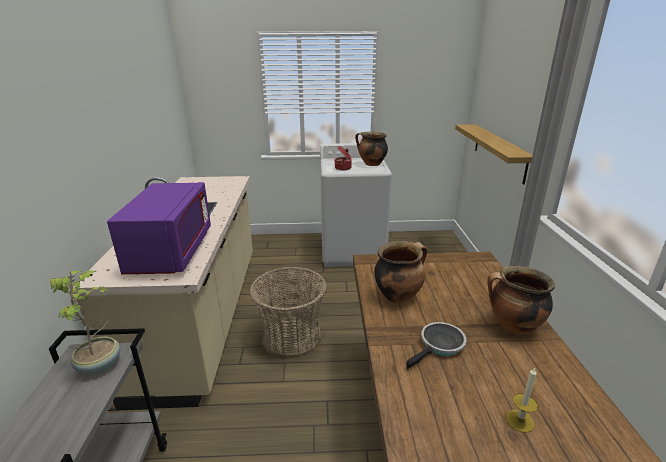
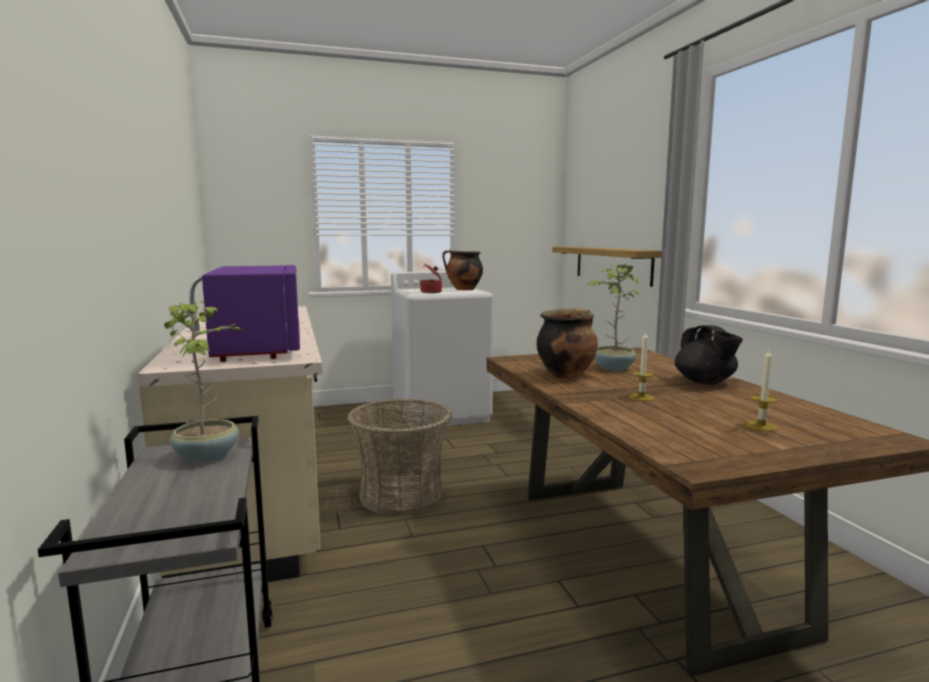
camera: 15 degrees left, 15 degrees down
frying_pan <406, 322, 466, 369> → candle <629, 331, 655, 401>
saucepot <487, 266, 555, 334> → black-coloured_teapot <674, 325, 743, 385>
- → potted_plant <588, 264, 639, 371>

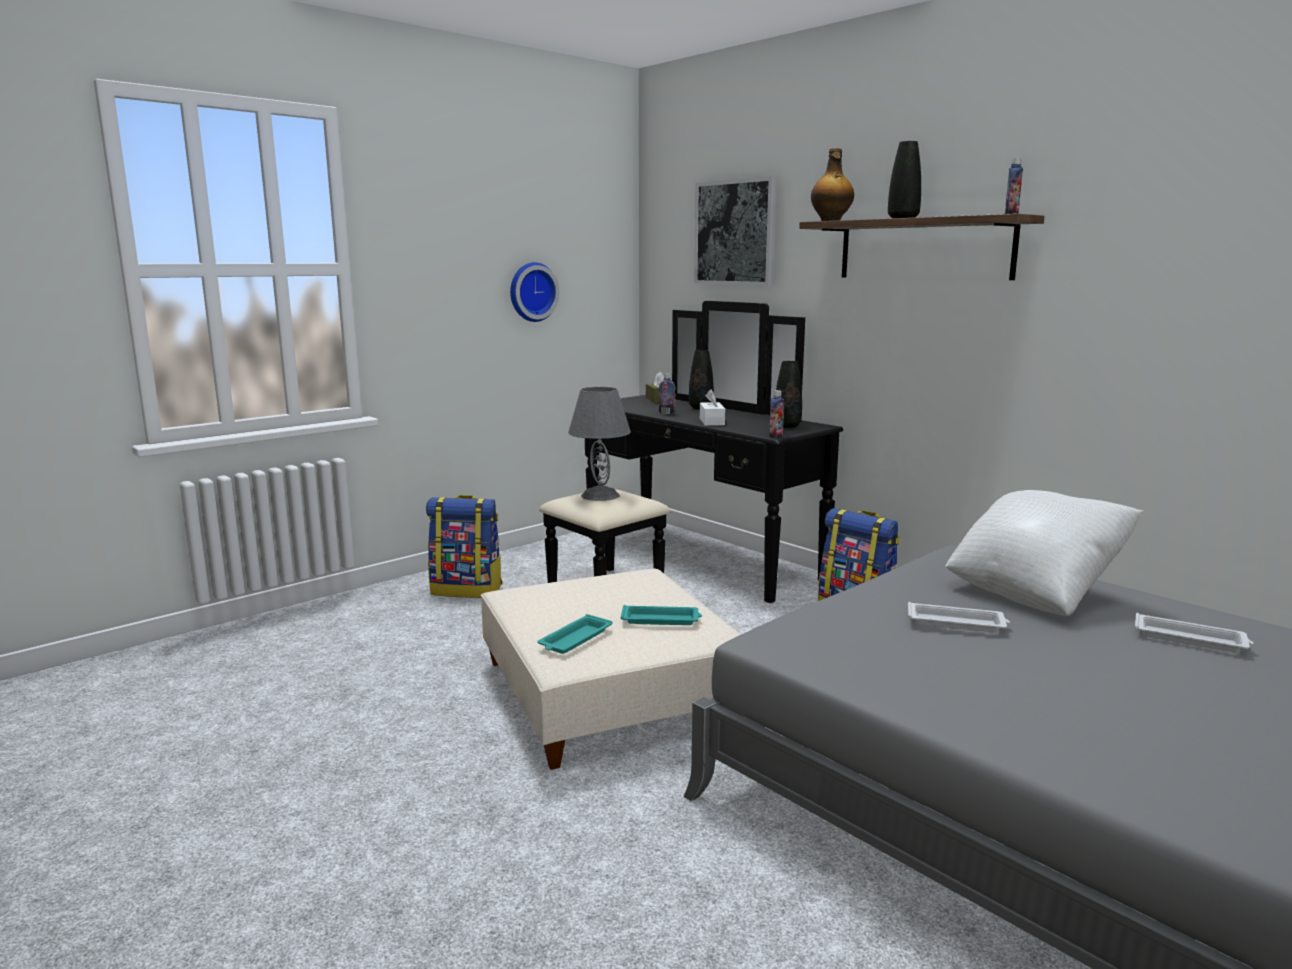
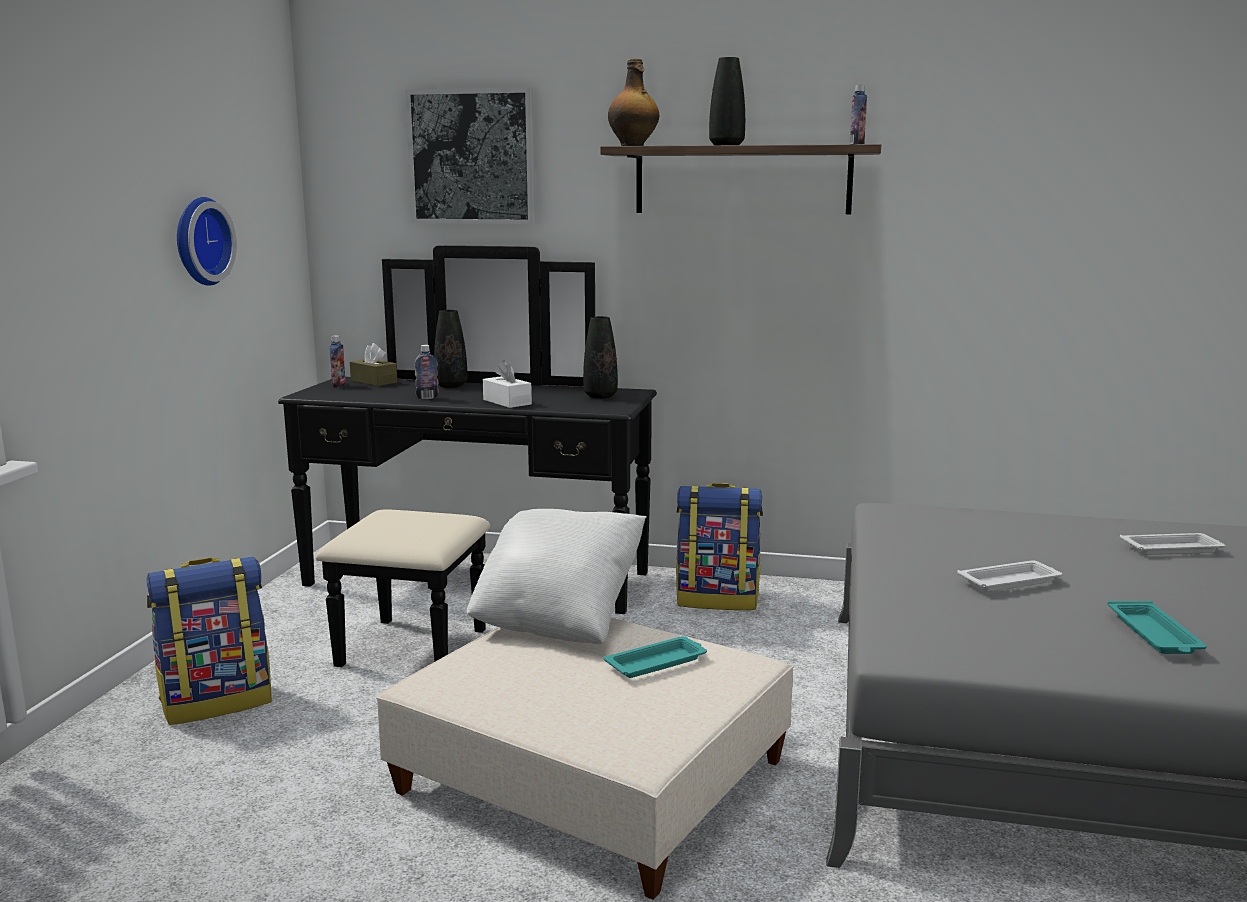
camera: 35 degrees left, 0 degrees up
blue-green_carrying_tray <537, 614, 613, 654> → blue-green_carrying_tray <1108, 601, 1207, 654>, shifted
greyish_tabletop_lamp <568, 387, 631, 501> → -
bottle <769, 390, 784, 437> → bottle <329, 336, 346, 387>, shifted
whitish_cushion <946, 490, 1143, 616> → whitish_cushion <466, 509, 647, 644>, shifted

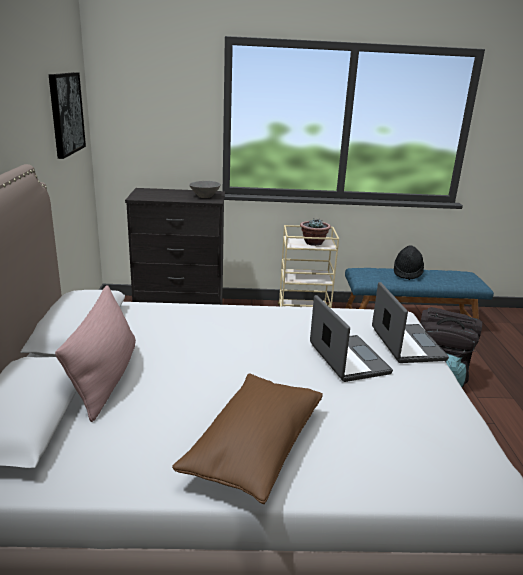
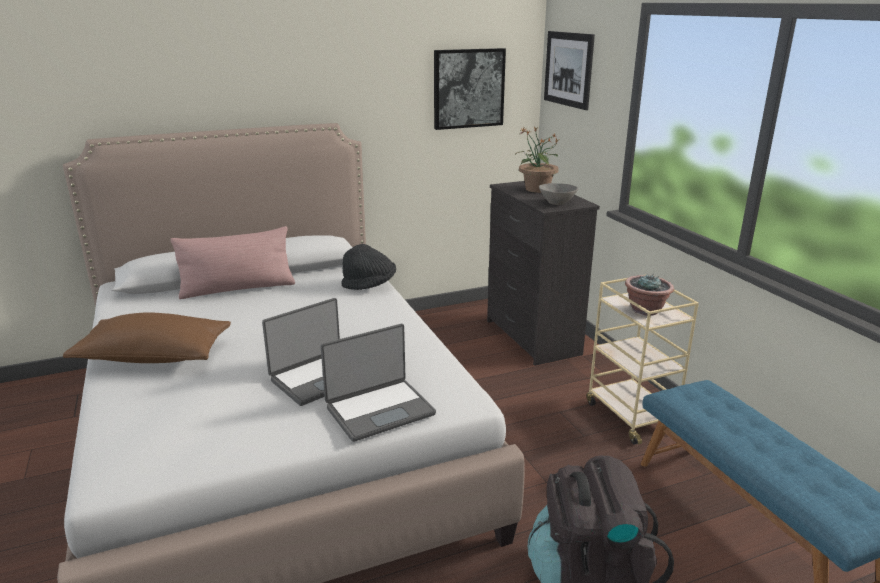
camera: 70 degrees right, 0 degrees up
black-coloured_wearable_hat <394, 245, 424, 280> → black-coloured_wearable_hat <341, 244, 396, 290>, shifted
- → potted_plant <516, 126, 560, 193>
- → picture <544, 31, 595, 110>

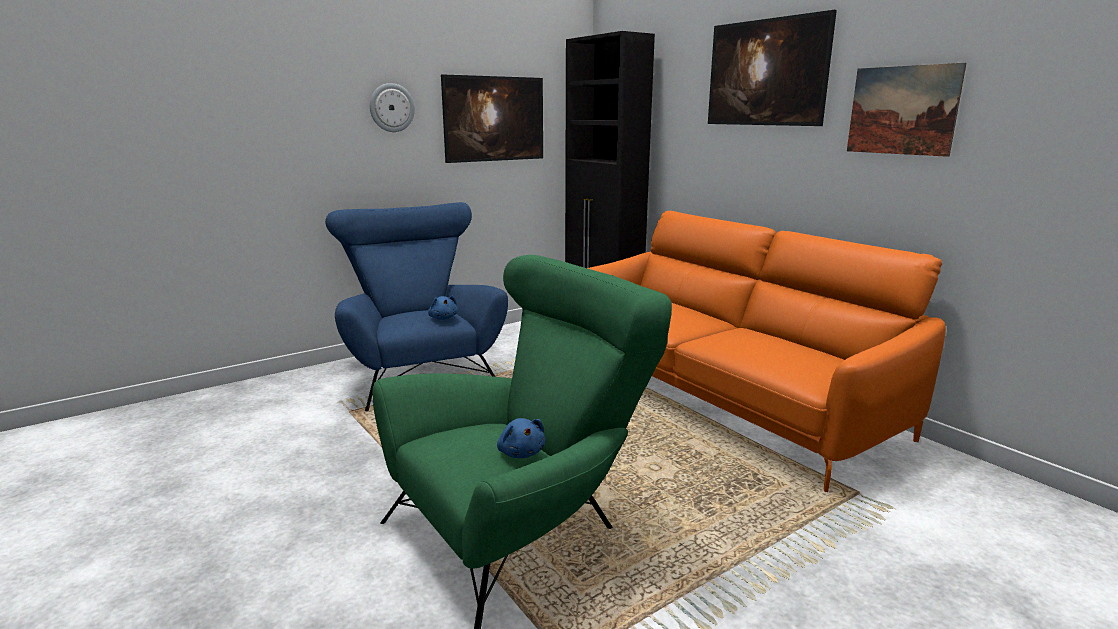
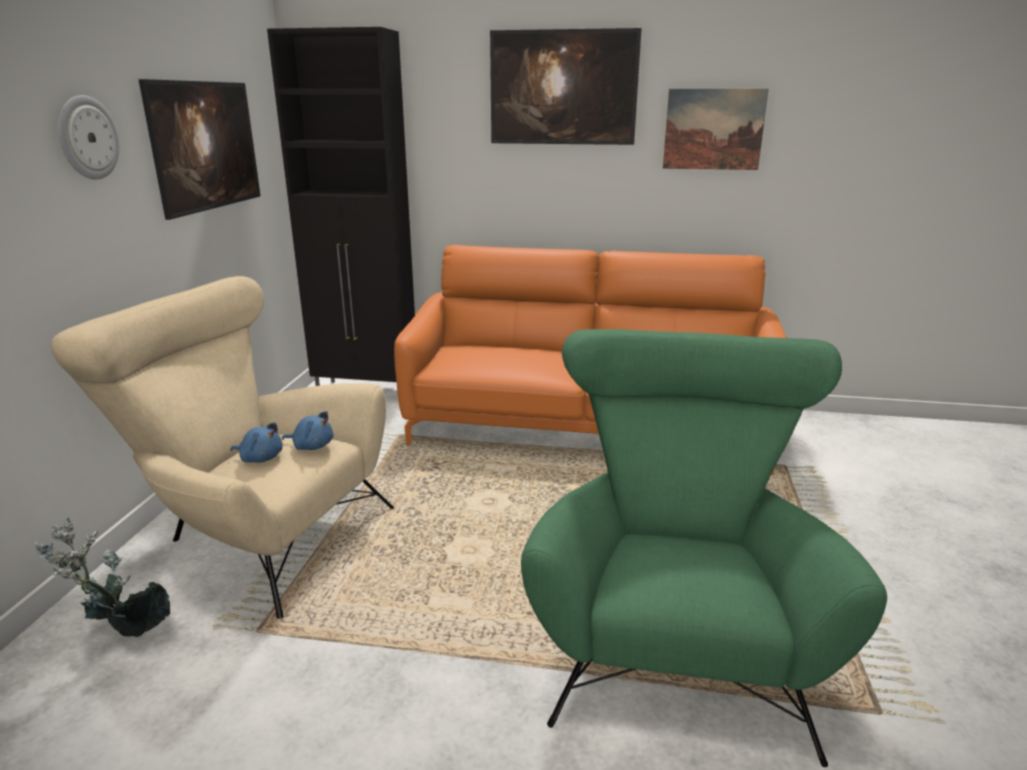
camera: 45 degrees left, 5 degrees up
blue_armchair <325, 202, 508, 411> → beige-coloured_armchair <51, 276, 394, 619>
blue_plush_toy <497, 418, 545, 458> → blue_plush_toy <231, 422, 283, 463>, shifted
- → potted_plant <34, 518, 170, 637>

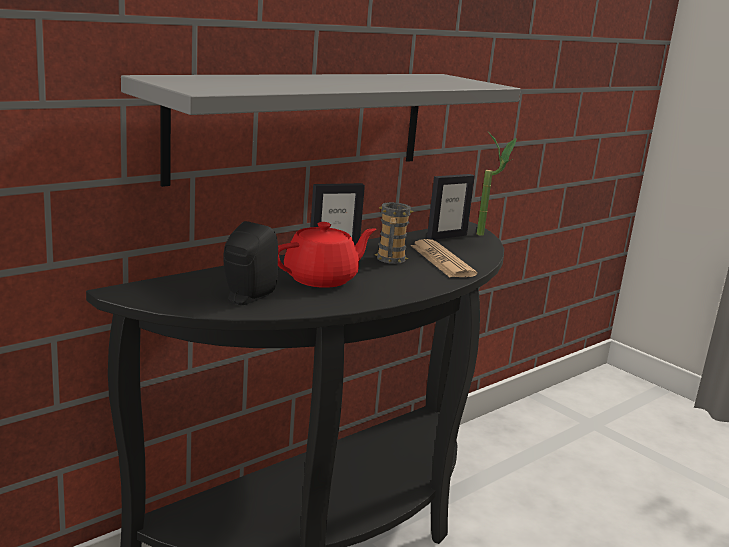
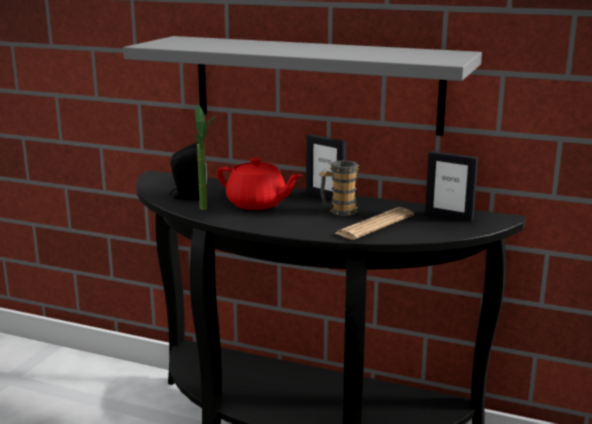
camera: 65 degrees right, 0 degrees up
potted_plant <477, 132, 517, 236> → potted_plant <195, 104, 215, 210>, shifted

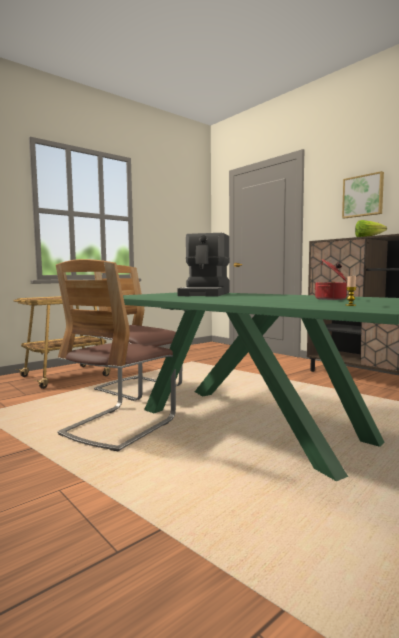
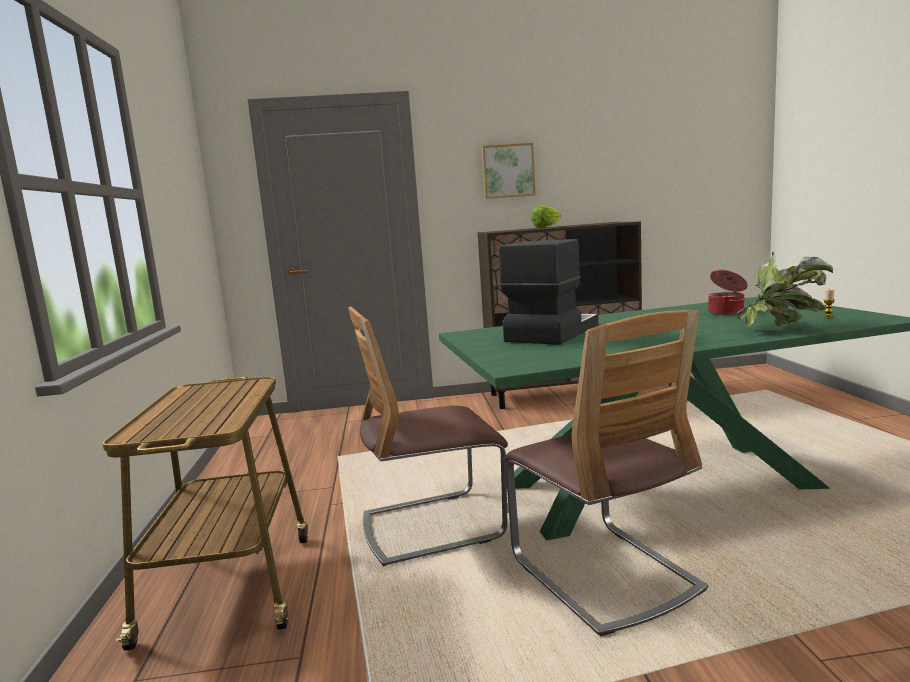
camera: 55 degrees left, 5 degrees up
coffee_machine <178, 233, 230, 296> → coffee_machine <499, 239, 598, 345>, 105 degrees counterclockwise
- → potted_plant <737, 252, 833, 327>

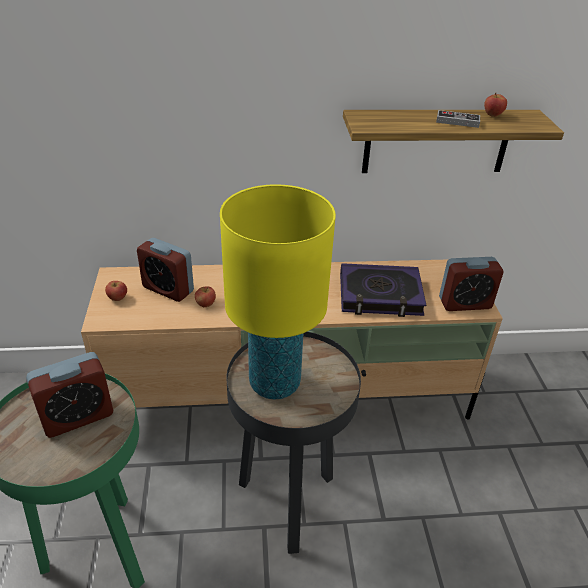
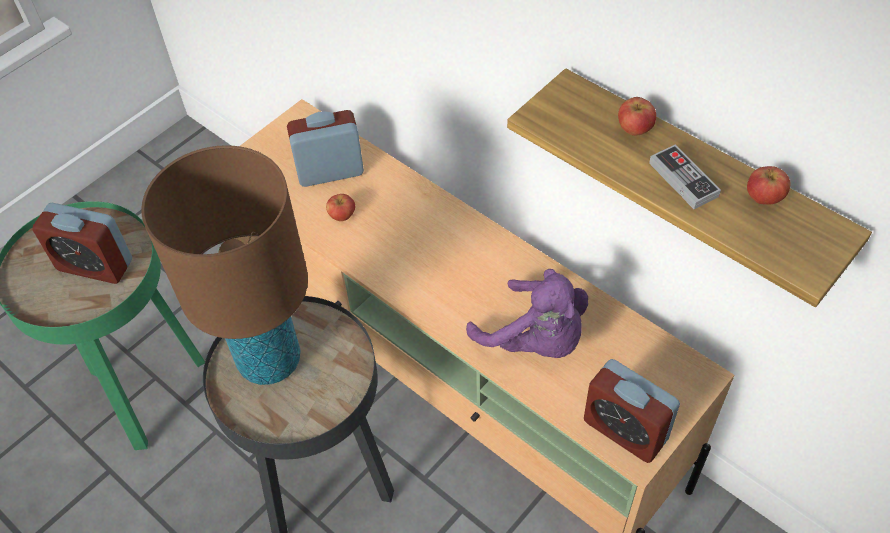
camera: 50 degrees right, 15 degrees up
whole_apple <105, 281, 127, 301> → whole_apple <618, 97, 656, 136>, shifted
table_clock <137, 238, 194, 302> → table_clock <287, 110, 364, 187>, 90 degrees clockwise
yellow_tabletop_lamp <220, 184, 336, 400> → brown-coloured_tabletop_lamp <141, 145, 308, 385>
book <340, 263, 426, 317> → purple-coloured_plush_toy <466, 269, 588, 358>

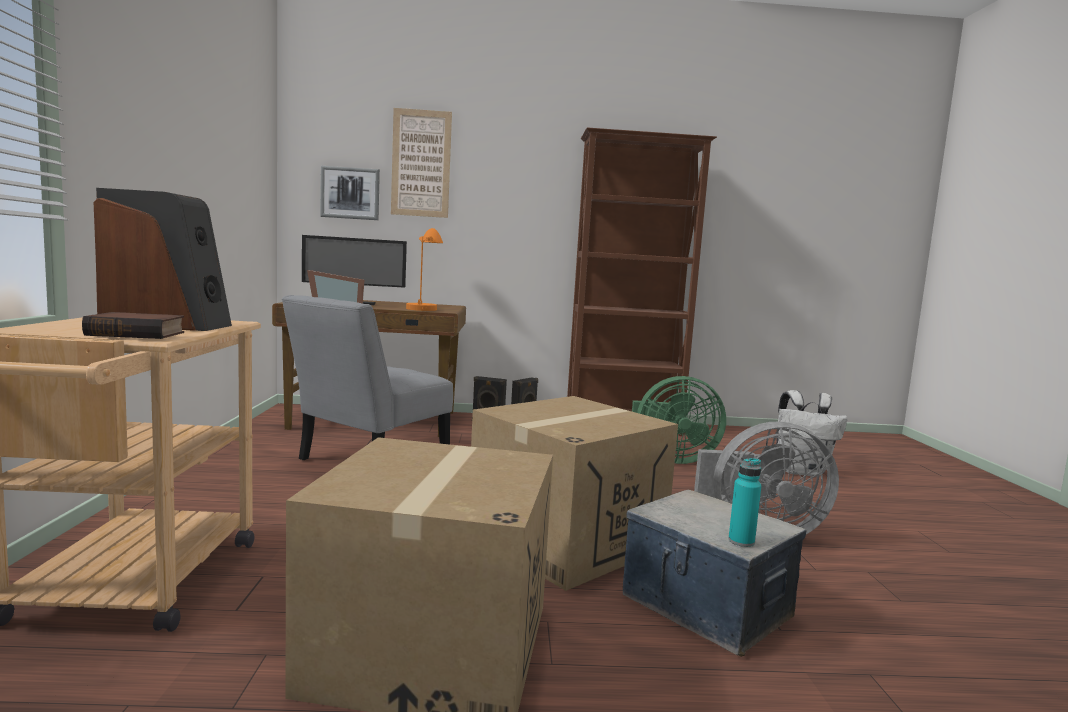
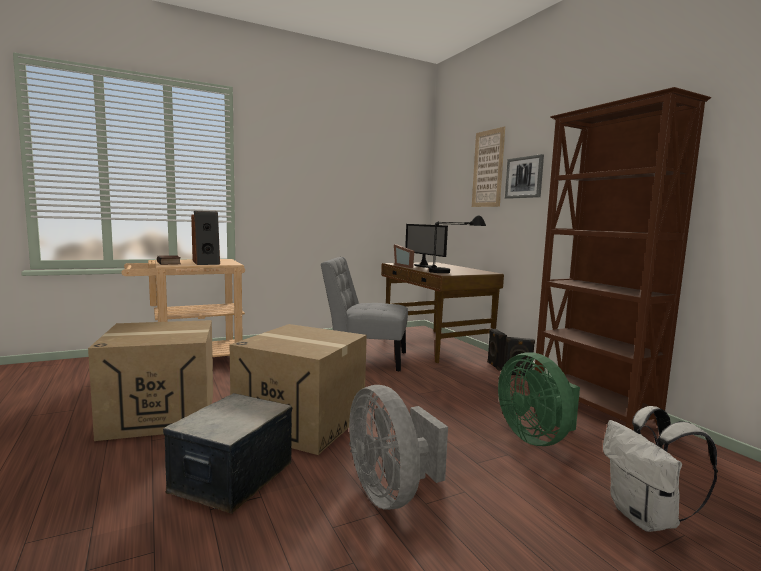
camera: 65 degrees right, 0 degrees up
picture <320, 166, 380, 220> → picture <505, 154, 544, 199>, shifted
orange_tabletop_lamp <406, 228, 443, 311> → black-coloured_tabletop_lamp <429, 215, 486, 273>
blue-green_bottle <728, 458, 761, 547> → -

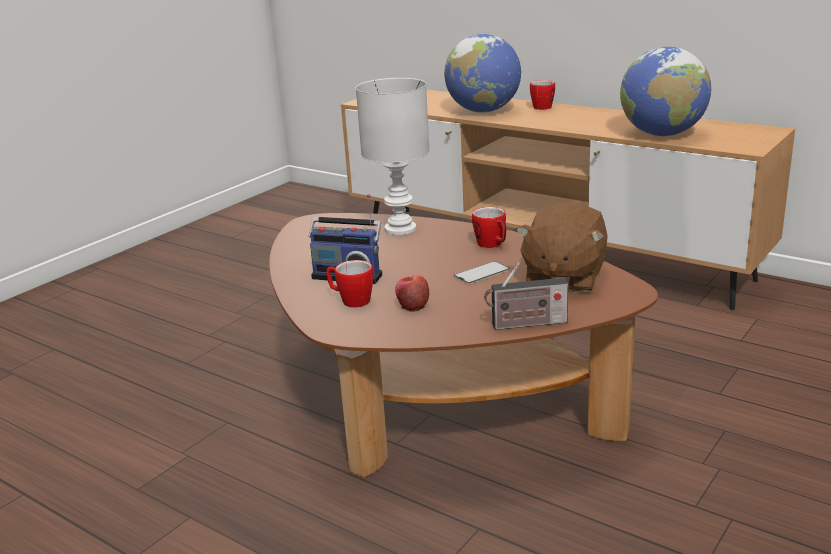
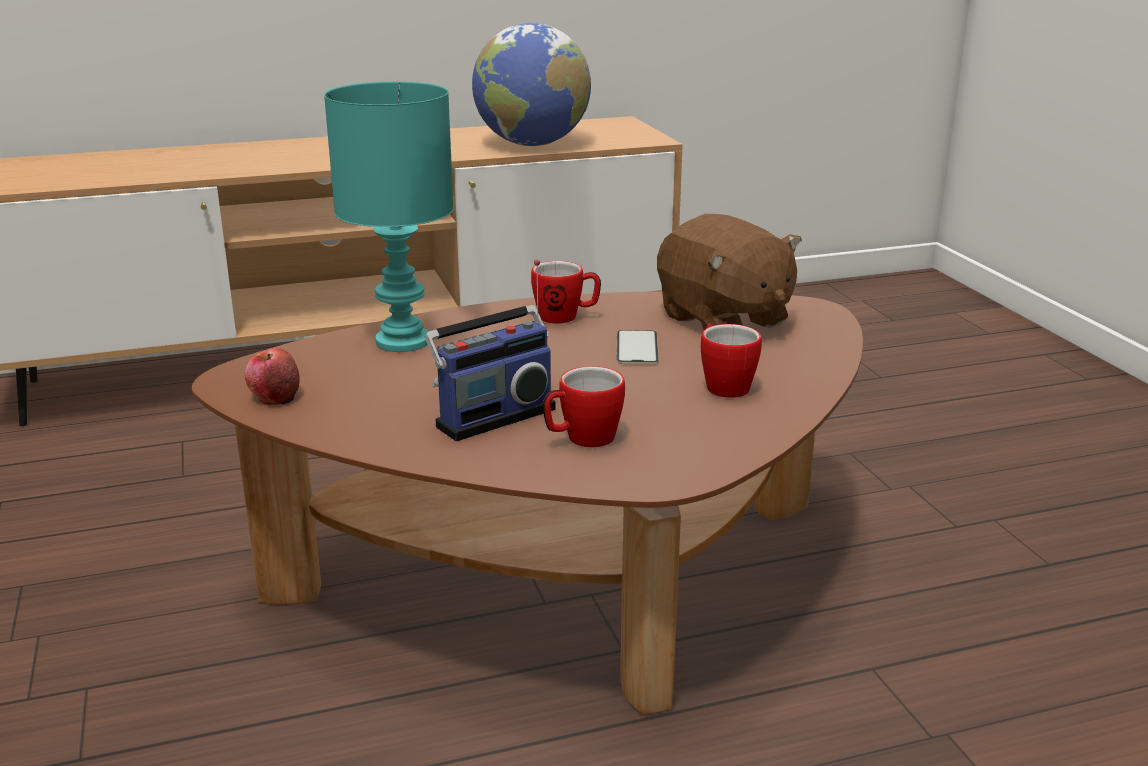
camera: 55 degrees left, 0 degrees up
whitish_tabletop_lamp <356, 78, 430, 235> → blue-green_tabletop_lamp <324, 81, 454, 352>
whole_apple <395, 275, 429, 312> → whole_apple <245, 348, 300, 405>, shifted
desk_globe <444, 34, 521, 113> → -
radio <484, 262, 568, 330> → -
coffee_mug <530, 80, 555, 110> → coffee_mug <701, 323, 762, 398>, shifted

